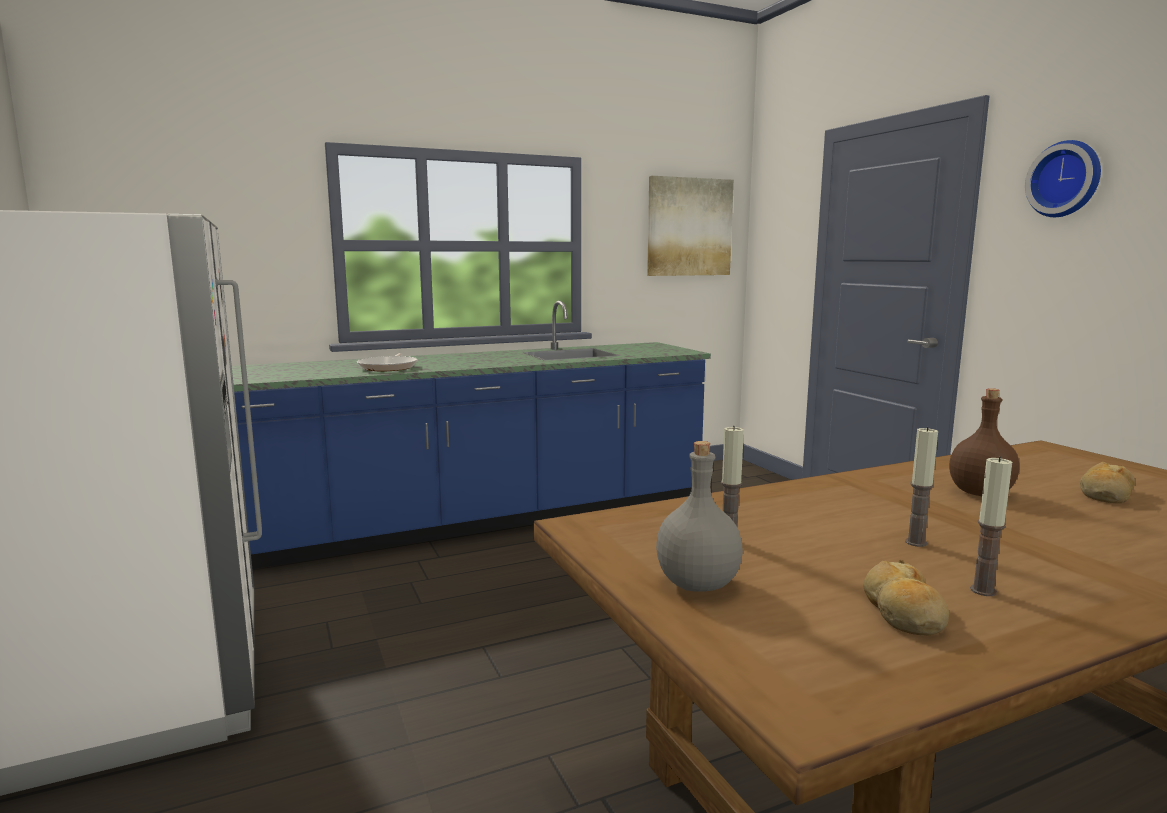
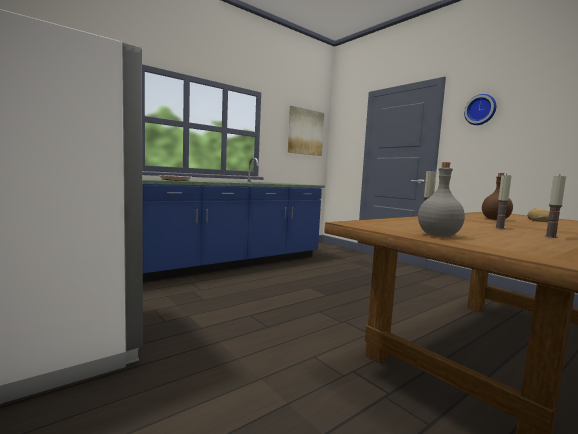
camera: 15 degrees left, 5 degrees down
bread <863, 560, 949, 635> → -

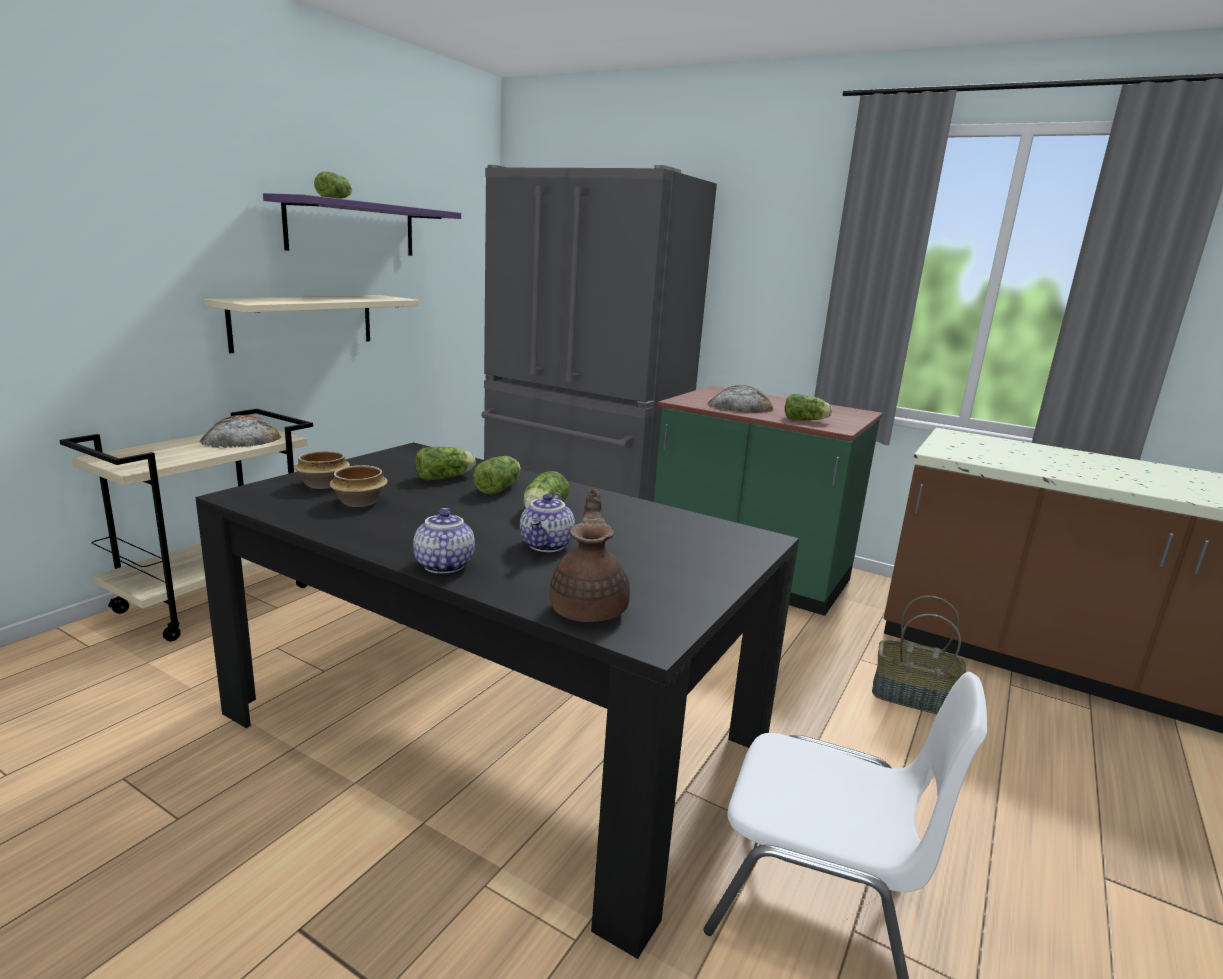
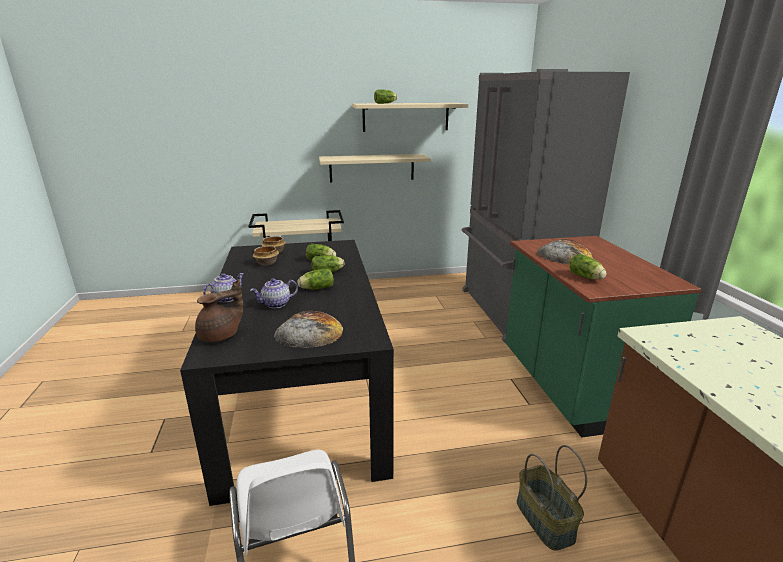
camera: 50 degrees right, 5 degrees up
bread <200, 415, 281, 448> → bread <274, 311, 343, 348>, shifted
purple-coloured_bracket_shelf <263, 193, 461, 256> → beige-coloured_bracket_shelf <352, 103, 468, 132>

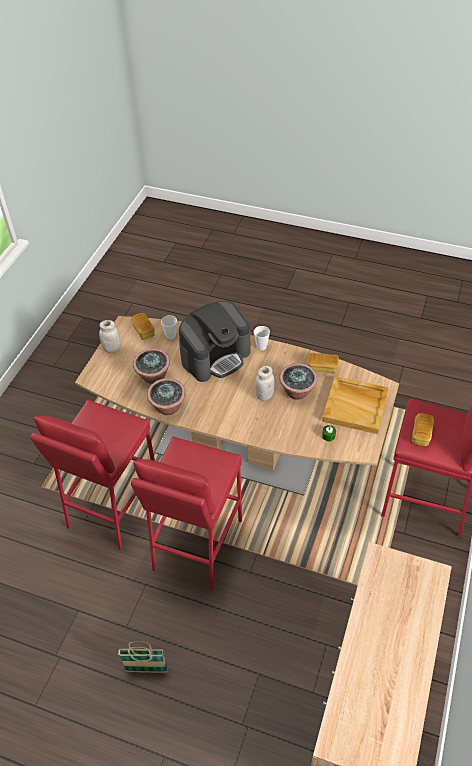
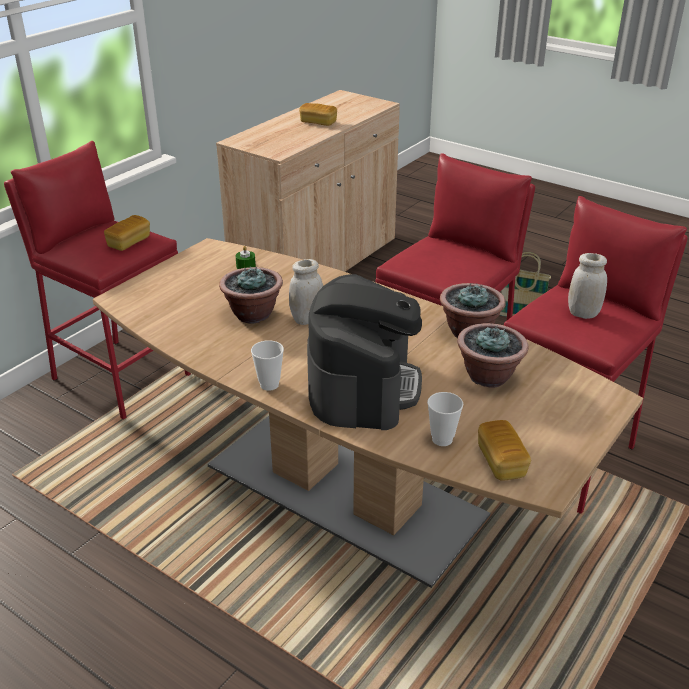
camera: 165 degrees left, 15 degrees down
whitish_preserve_jar <99, 320, 121, 353> → whitish_preserve_jar <568, 253, 607, 319>, shifted
coffee_machine <179, 301, 250, 382> → coffee_machine <307, 274, 422, 430>, 120 degrees clockwise
bread <308, 353, 339, 373> → bread <299, 103, 337, 126>, shifted
beige-coloured_carrying_tray <322, 376, 389, 434> → -

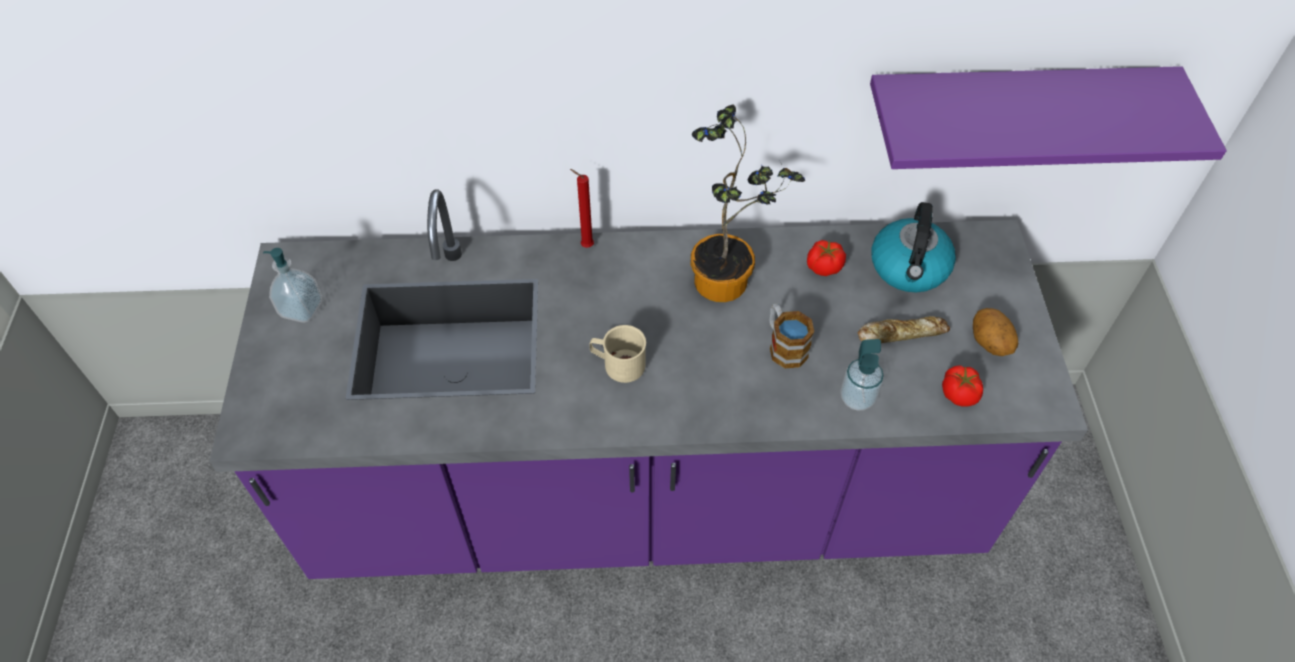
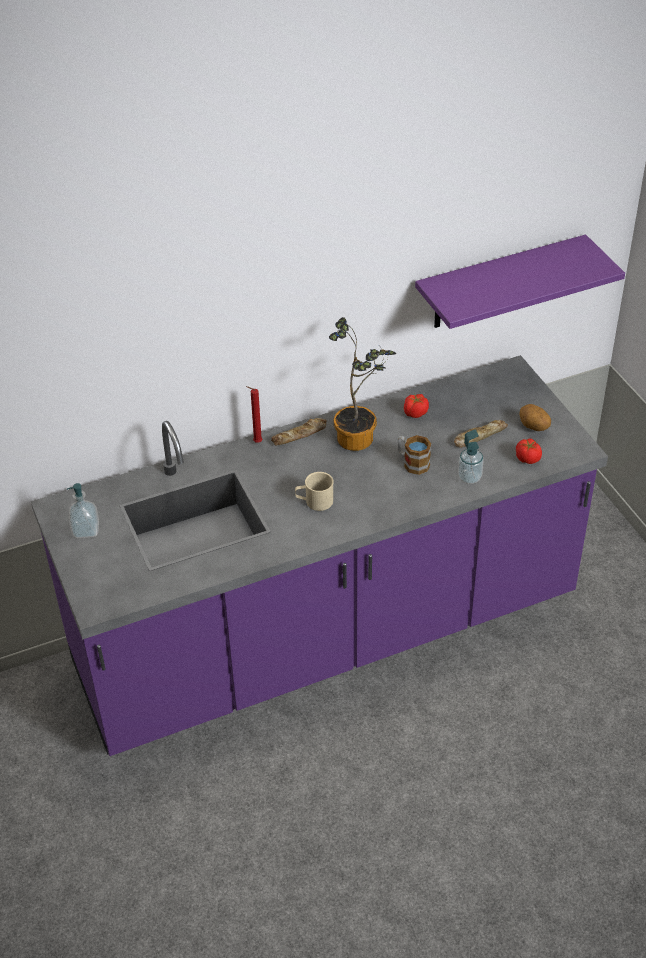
camera: 20 degrees left, 10 degrees down
tea_kettle <871, 202, 956, 292> → -
- → bread <271, 418, 327, 445>

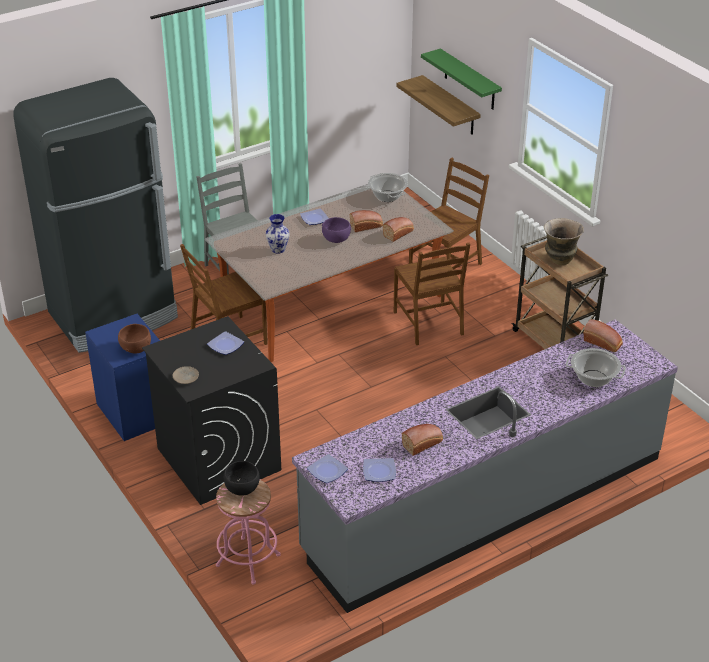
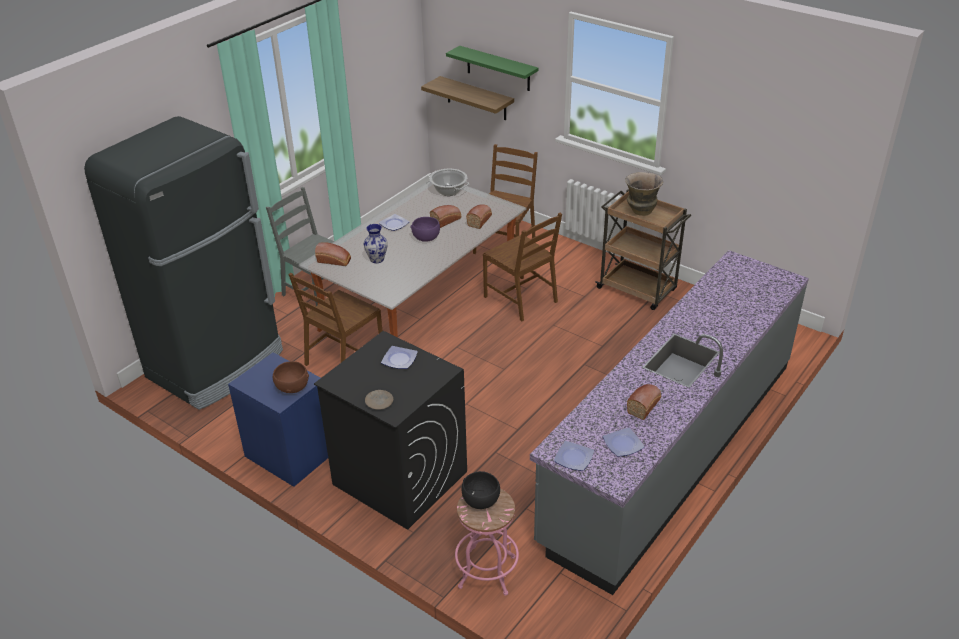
camera: 20 degrees left, 0 degrees up
saucepot <566, 348, 626, 387> → -
bread <584, 319, 623, 352> → bread <315, 242, 351, 266>, shifted

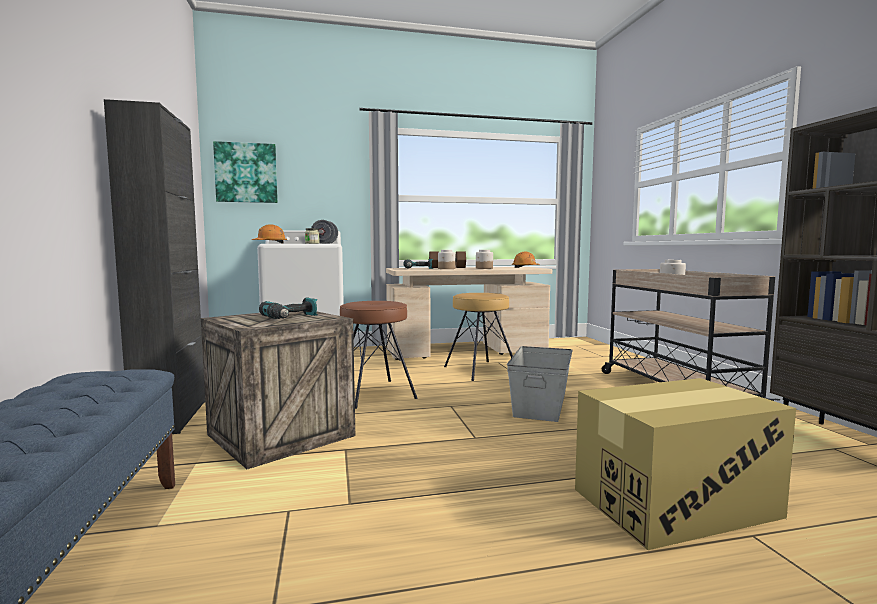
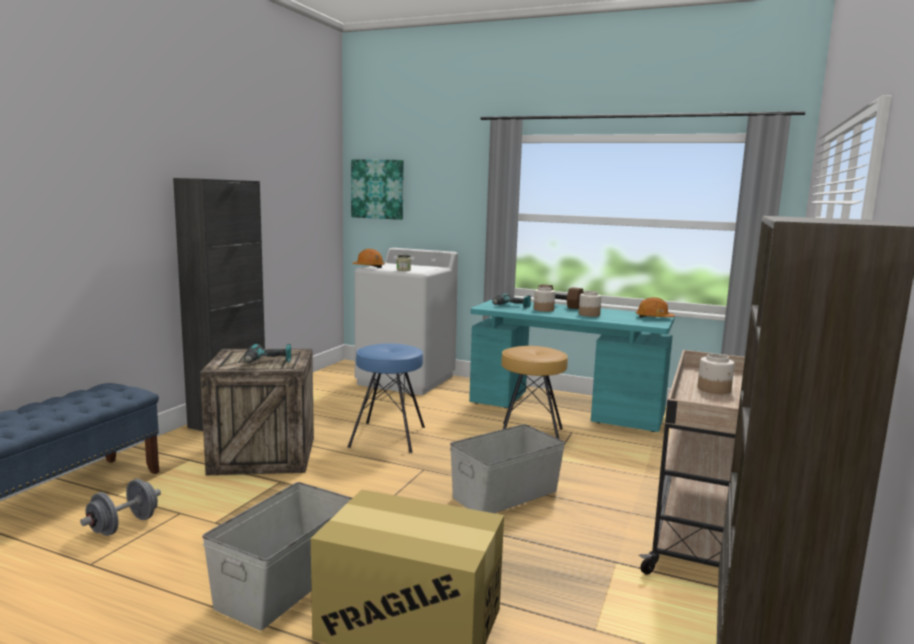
camera: 35 degrees right, 5 degrees up
greyish_free_weight <311, 220, 338, 244> → greyish_free_weight <80, 479, 161, 536>, shifted
brown-coloured_stool <340, 301, 418, 409> → blue_stool <348, 344, 425, 453>
beige-coloured_desk_unit <386, 267, 552, 360> → blue-green_desk_unit <469, 299, 675, 432>
- → greyish_storage_container <202, 482, 352, 630>

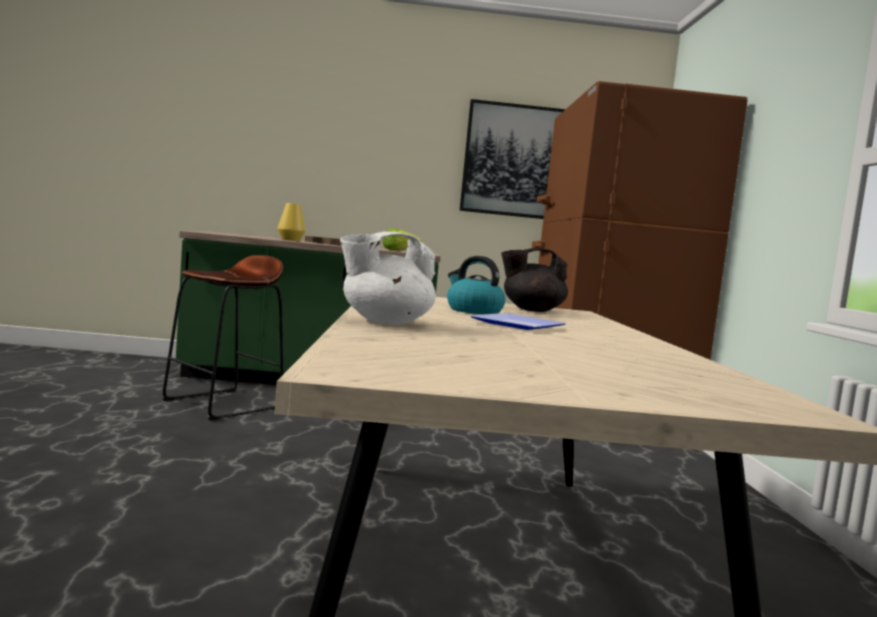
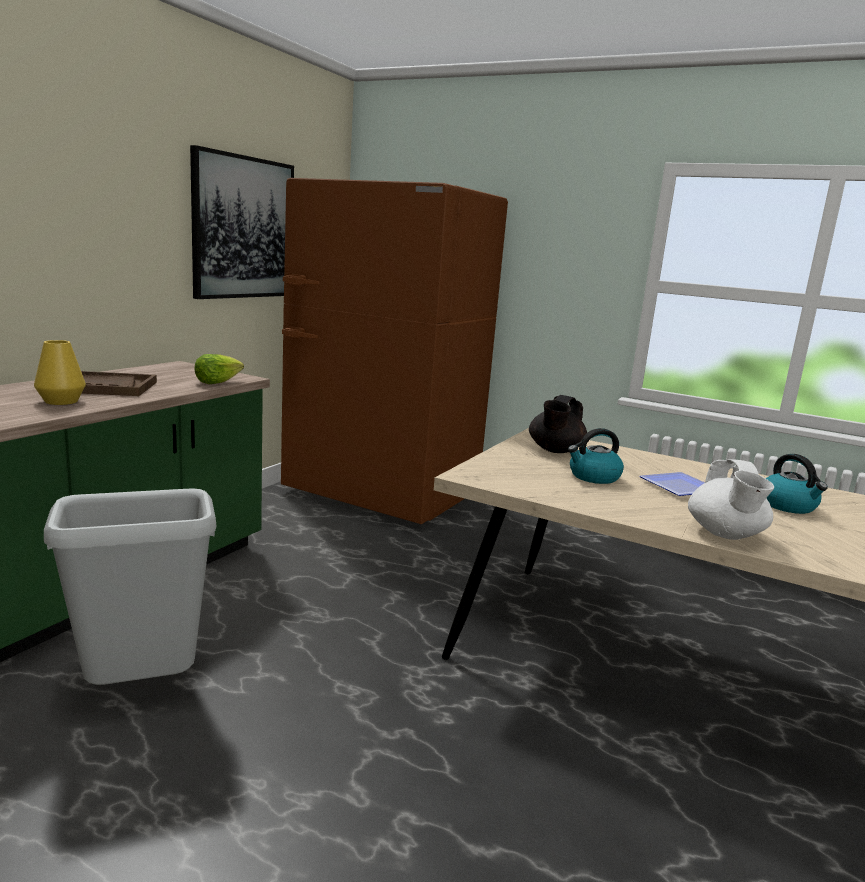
camera: 60 degrees left, 10 degrees up
brown-coloured_stool <162, 255, 284, 421> → greyish_rubbish_bin <44, 488, 217, 685>
- → tea_kettle <765, 454, 828, 514>

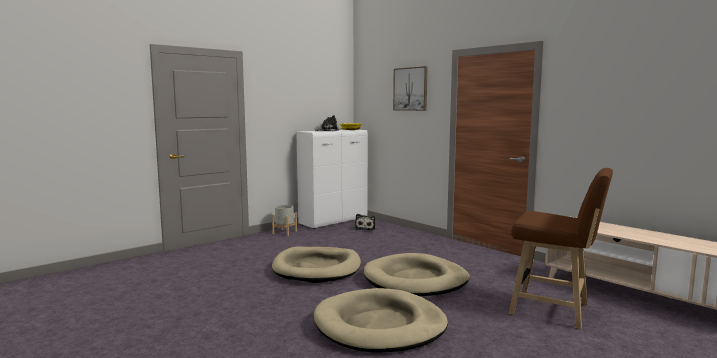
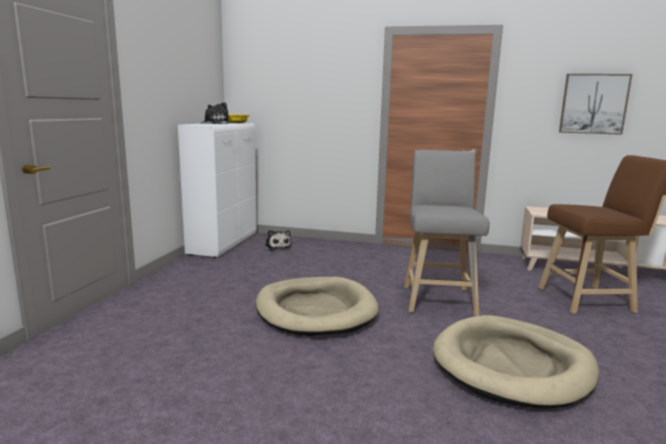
camera: 35 degrees left, 5 degrees up
greyish_flower_pot <272, 205, 297, 236> → -
beige-coloured_pet_bed <364, 253, 470, 296> → greyish_stool <404, 150, 490, 316>
picture <393, 66, 428, 111> → picture <559, 74, 632, 135>, shifted

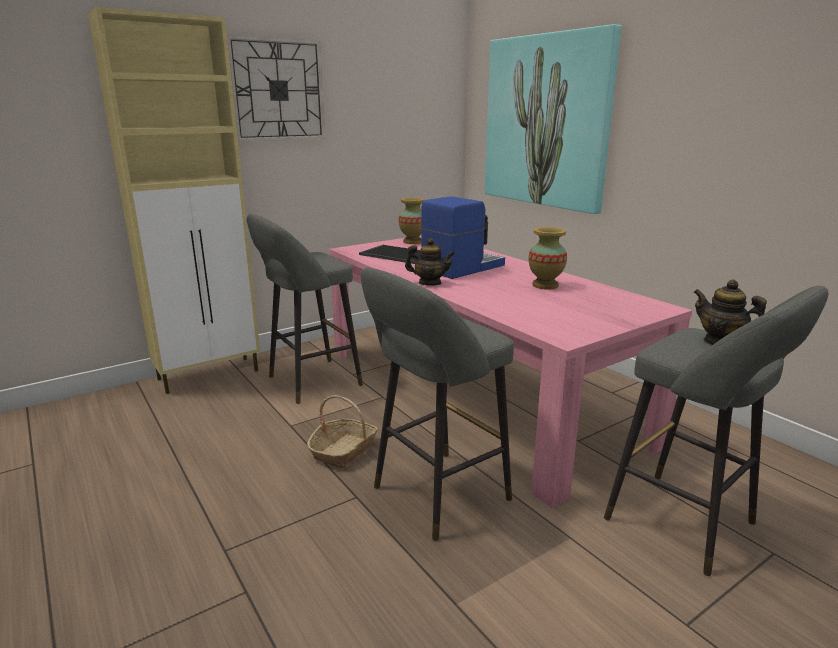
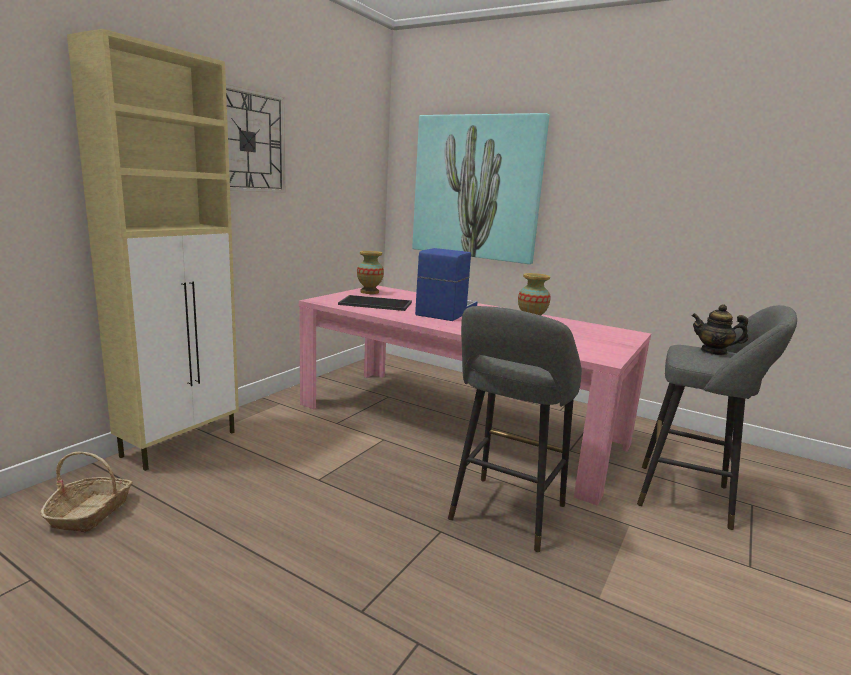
camera: 25 degrees left, 5 degrees down
greyish_stool <247, 214, 363, 404> → -
storage_basket <307, 395, 378, 469> → storage_basket <40, 452, 132, 532>, shifted
teapot <405, 238, 455, 286> → -

